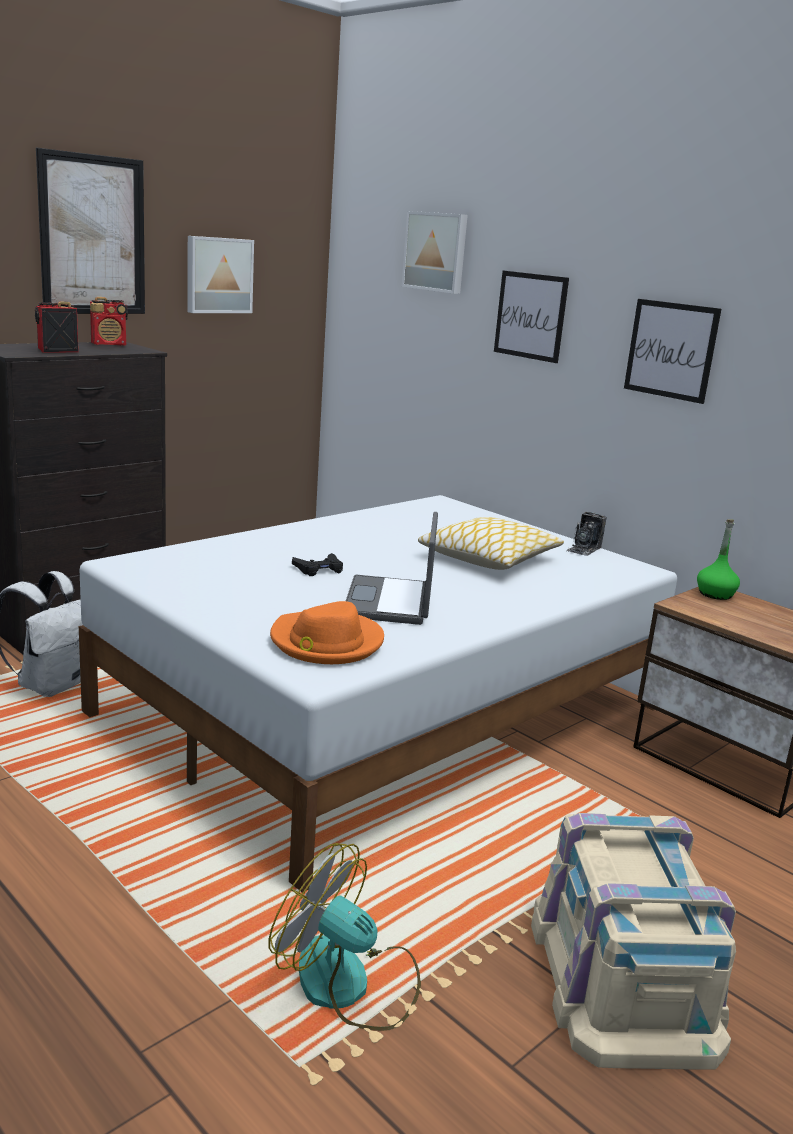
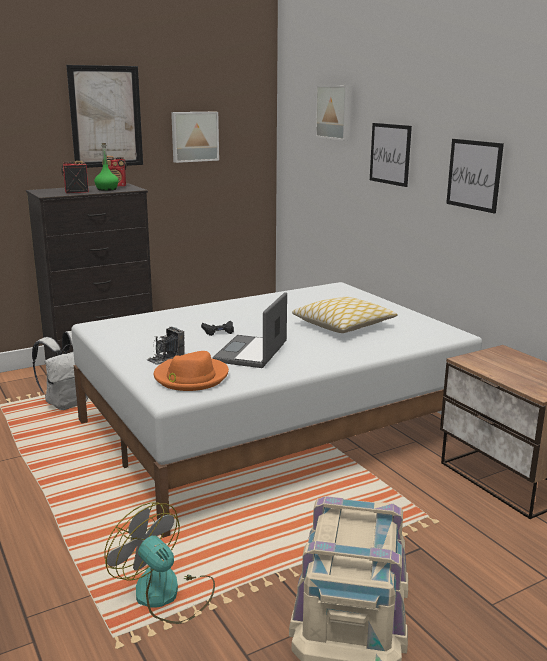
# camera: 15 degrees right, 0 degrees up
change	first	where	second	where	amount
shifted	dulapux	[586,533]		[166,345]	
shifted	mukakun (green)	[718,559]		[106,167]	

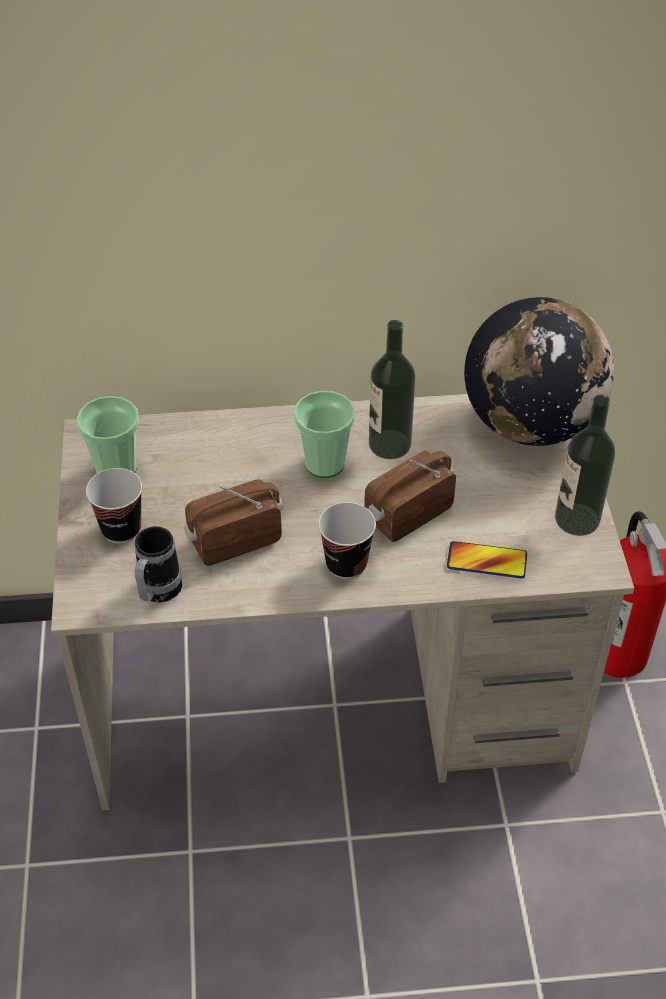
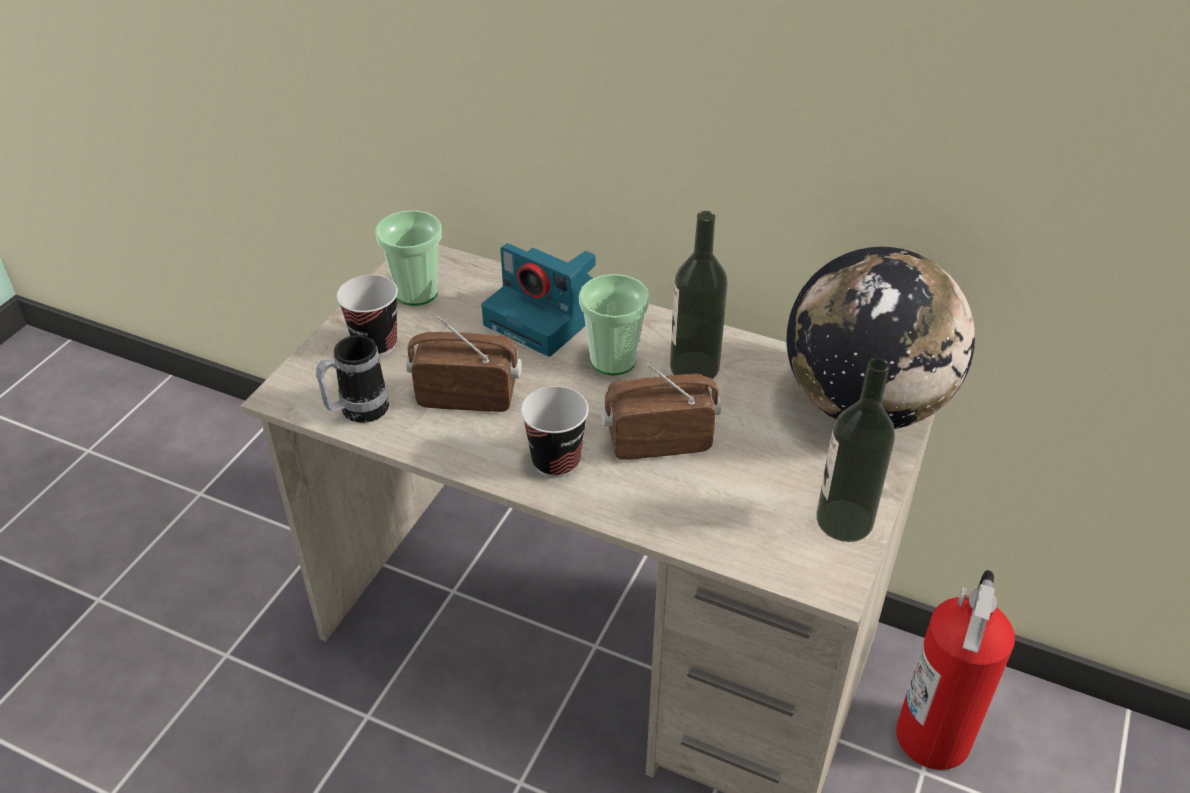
# camera: 30 degrees right, 5 degrees down
change	first	where	second	where	amount
gone	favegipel	[487,560]			
new			dulapux	[538,299]	

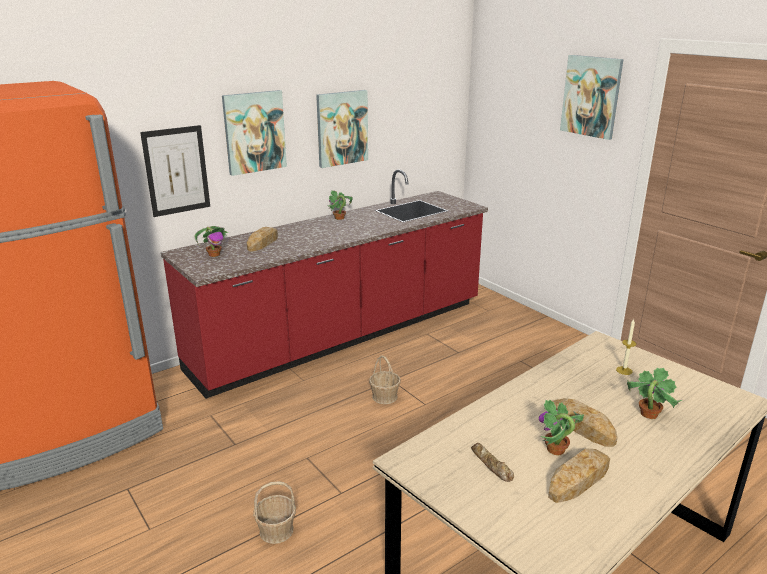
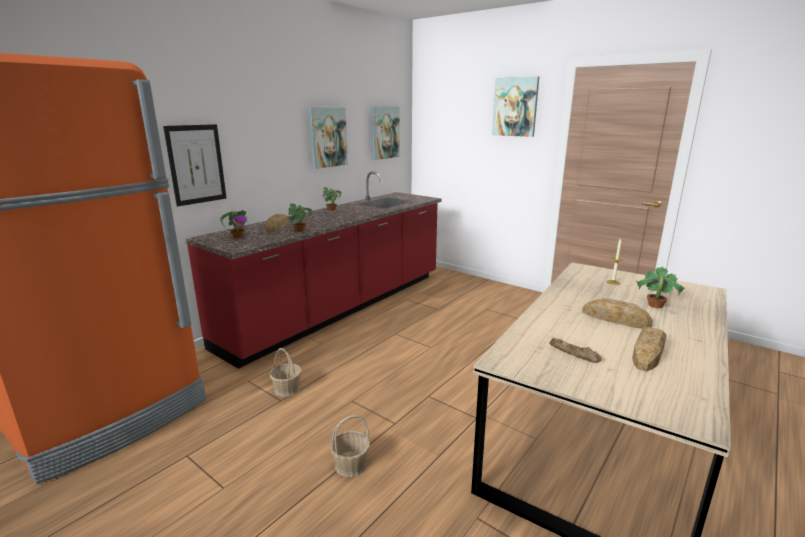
# camera: 15 degrees left, 5 degrees down
change	first	where	second	where	amount
shifted	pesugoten	[254,133]		[385,133]	
shifted	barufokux	[385,379]		[285,372]	
shifted	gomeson	[561,427]		[299,217]	

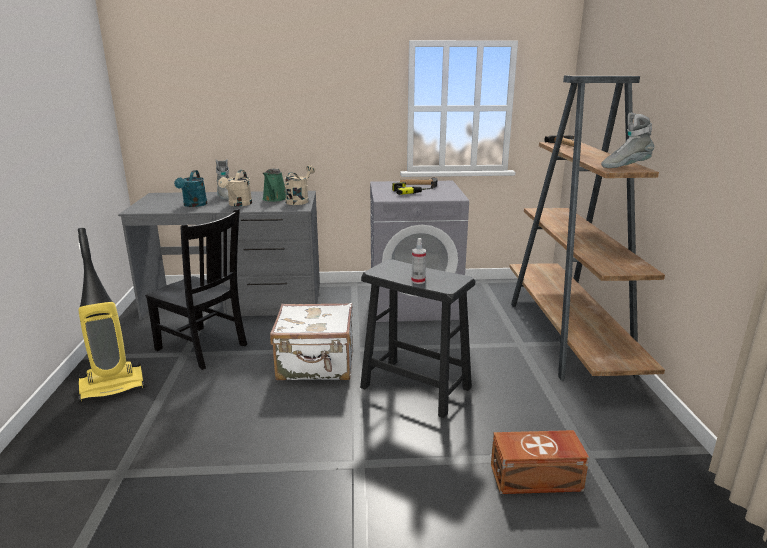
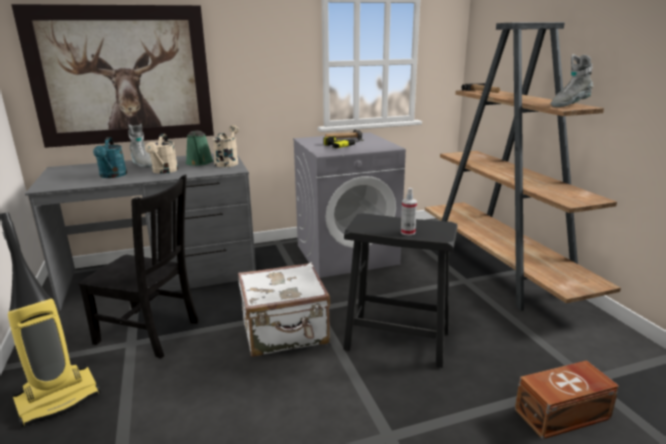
# camera: 15 degrees left, 0 degrees up
change	first	where	second	where	amount
new			pesugoten	[112,76]	

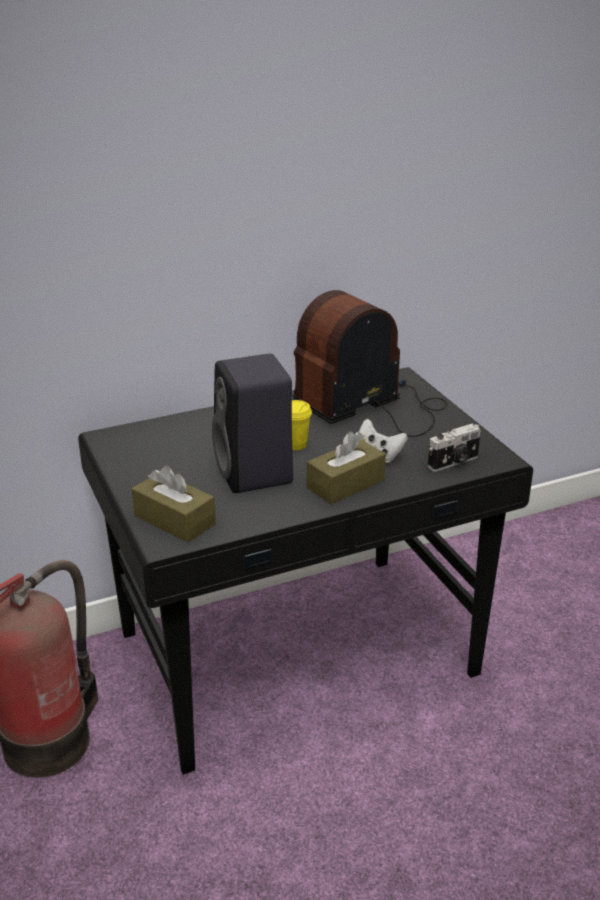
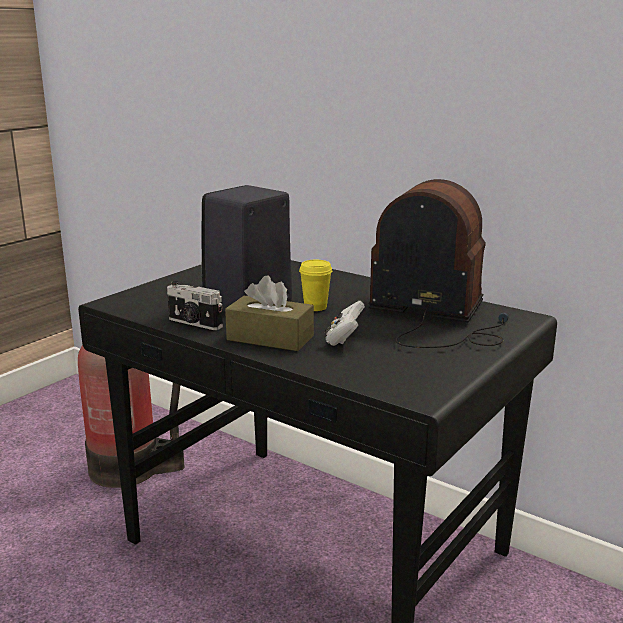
# camera: 60 degrees right, 10 degrees down
change	first	where	second	where	amount
gone	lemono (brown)	[174,504]			
shifted	dulapux	[454,448]		[195,305]	

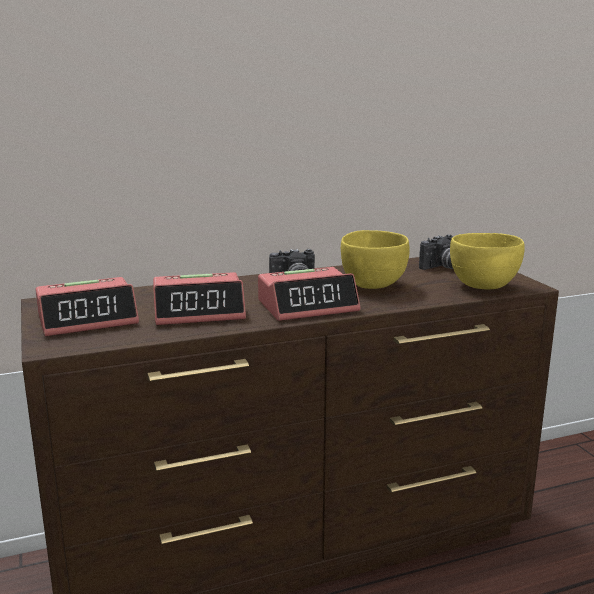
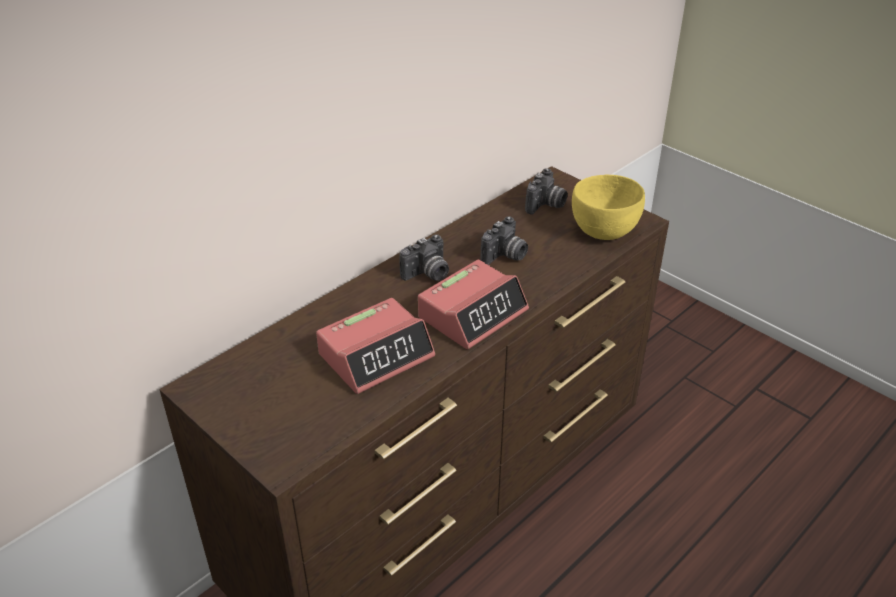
# camera: 25 degrees left, 20 degrees up
change	first	where	second	where	amount
gone	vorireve	[87,306]			
swapped	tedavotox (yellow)	[375,259]	dulapux	[504,240]	

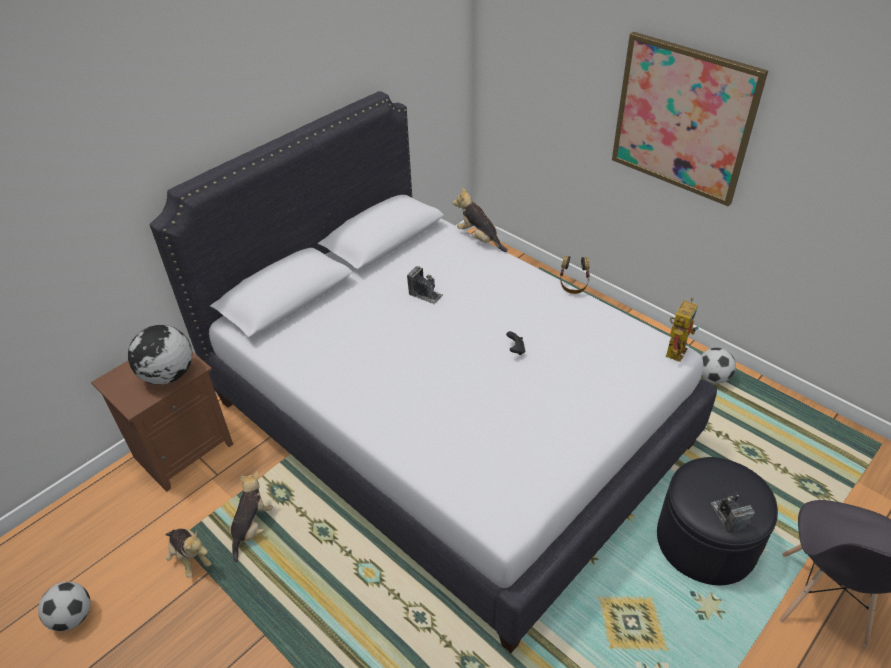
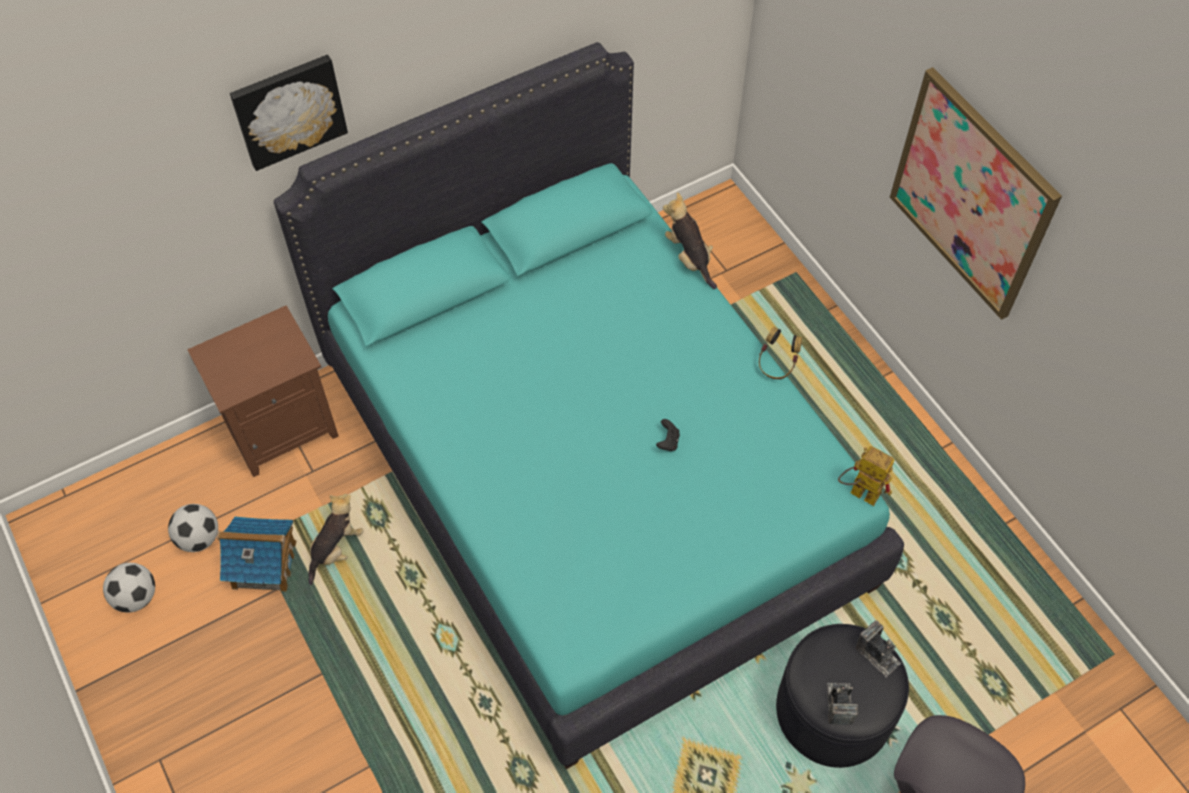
# camera: 15 degrees right, 15 degrees up
change	first	where	second	where	amount
gone	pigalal	[160,355]			
new			pesugoten	[289,112]	
shifted	dulapux	[425,285]		[878,649]	
shifted	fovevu	[718,366]		[193,528]	
swapped	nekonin	[188,553]	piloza	[256,554]	
repainted	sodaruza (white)	[433,372]	sodaruza (turquoise)	[589,405]	
rotated	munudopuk	[682,329]		[866,476]	105 degrees counterclockwise

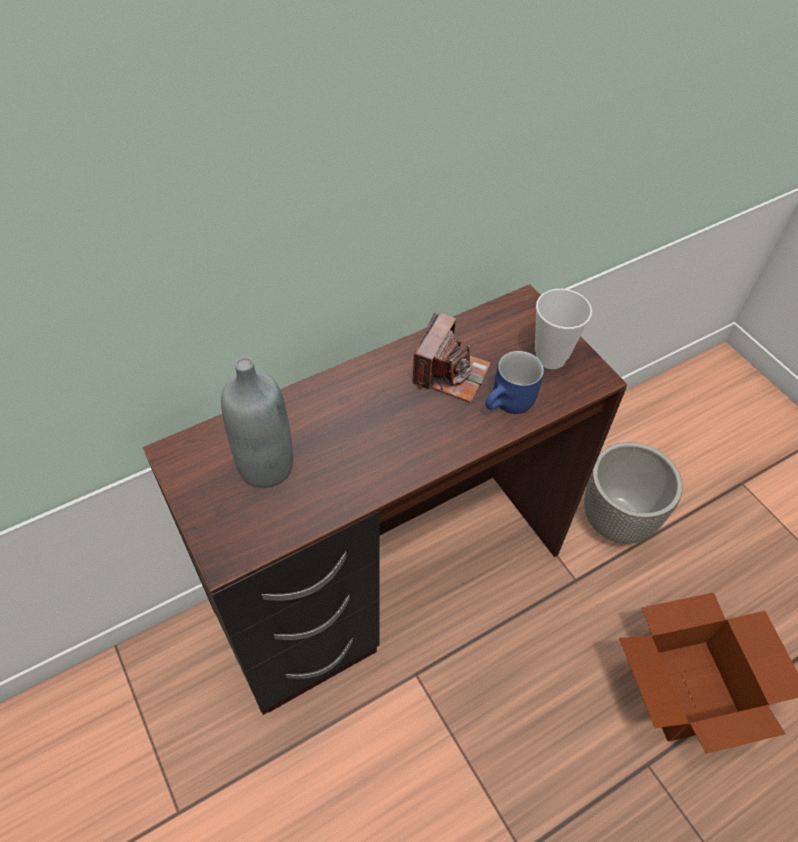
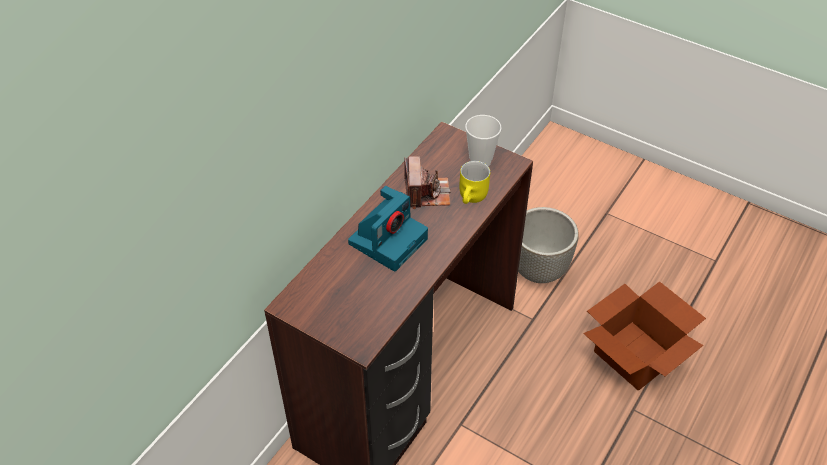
# camera: 25 degrees left, 5 degrees down
change	first	where	second	where	amount
gone	mukakun (grey)	[257,422]			
new			dulapux	[388,229]	
repainted	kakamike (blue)	[514,382]	kakamike (yellow)	[474,182]	

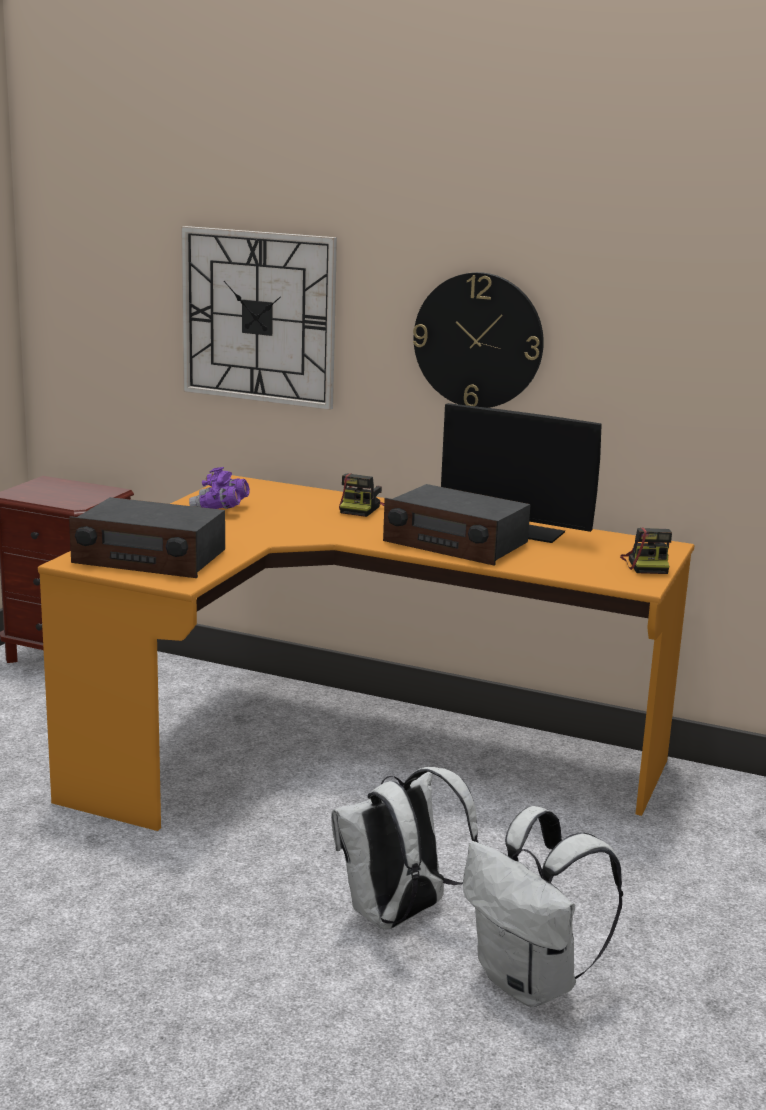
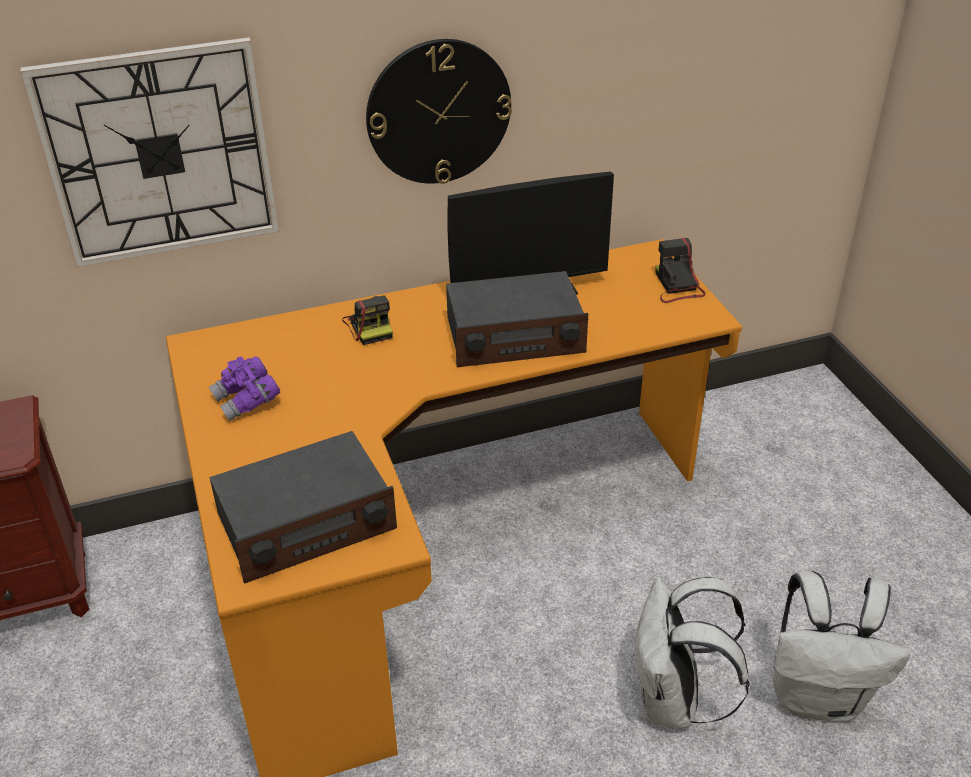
# camera: 40 degrees left, 20 degrees up
change	first	where	second	where	amount
rotated	dulapux	[646,550]		[680,270]	150 degrees counterclockwise

